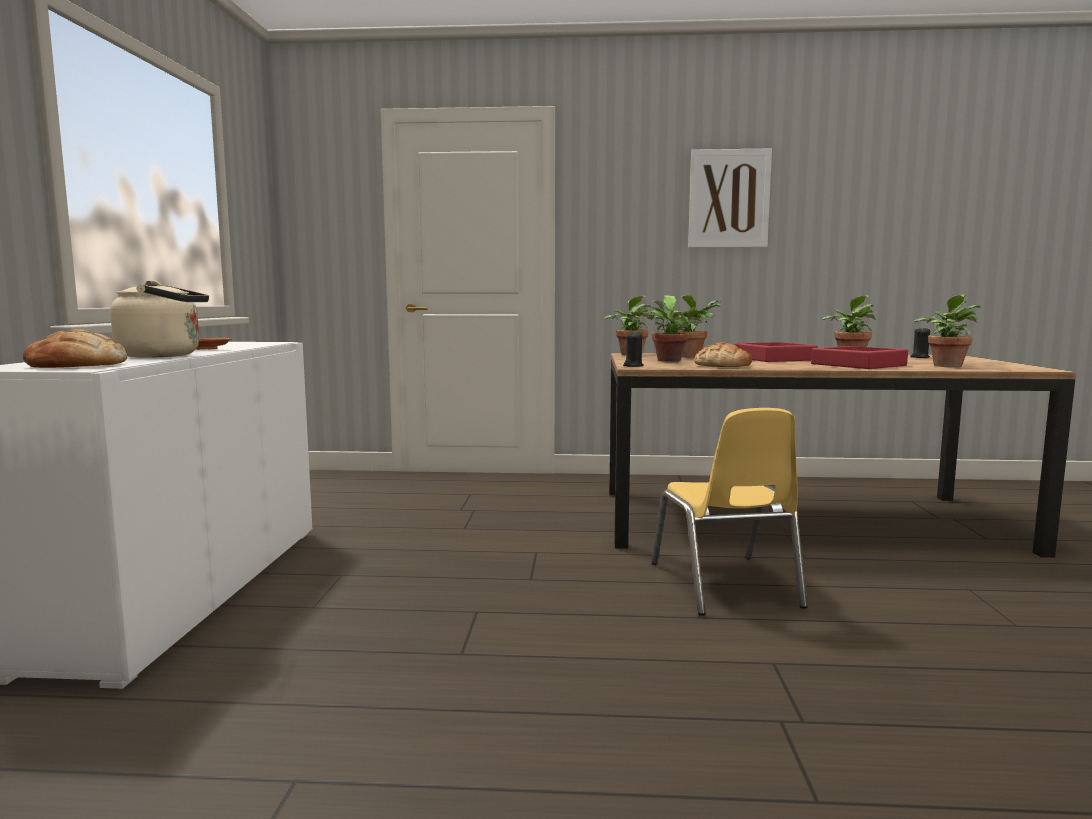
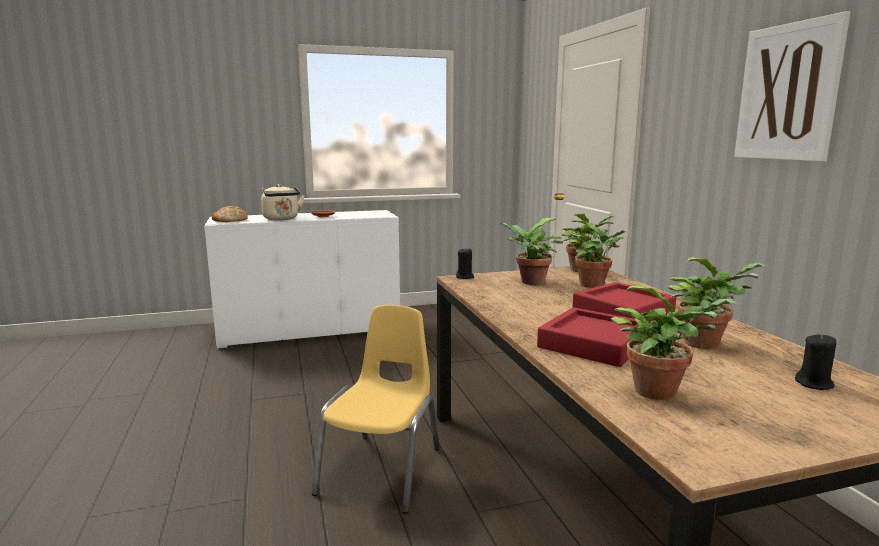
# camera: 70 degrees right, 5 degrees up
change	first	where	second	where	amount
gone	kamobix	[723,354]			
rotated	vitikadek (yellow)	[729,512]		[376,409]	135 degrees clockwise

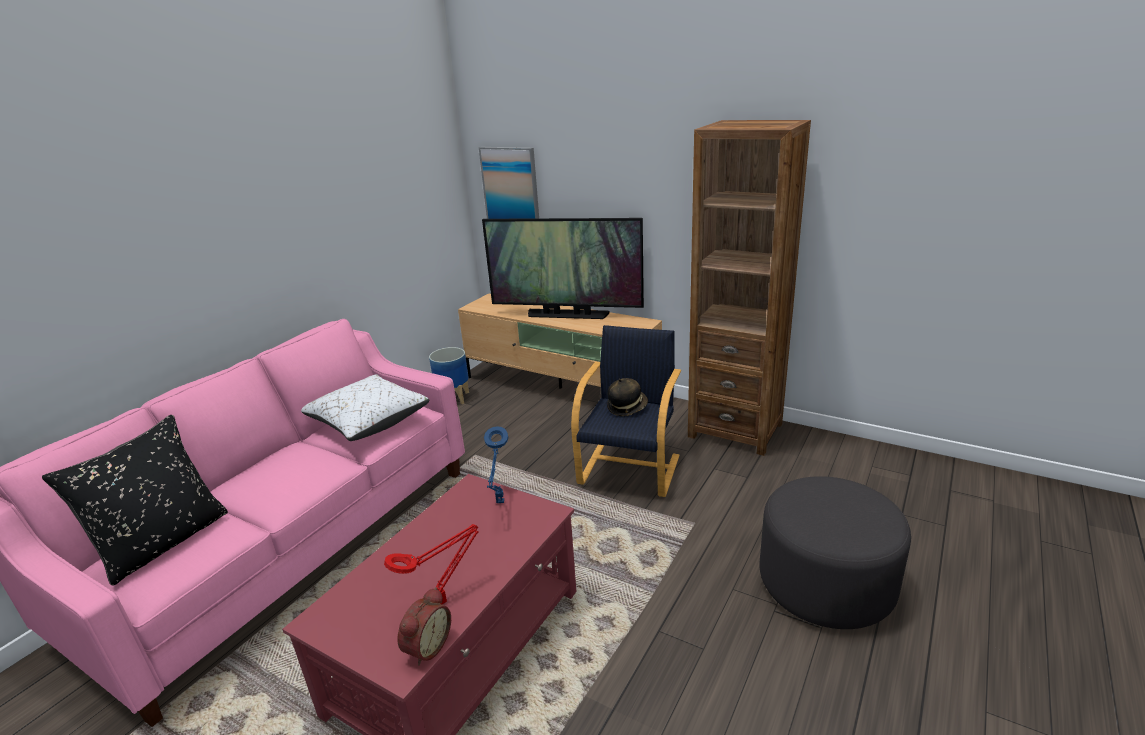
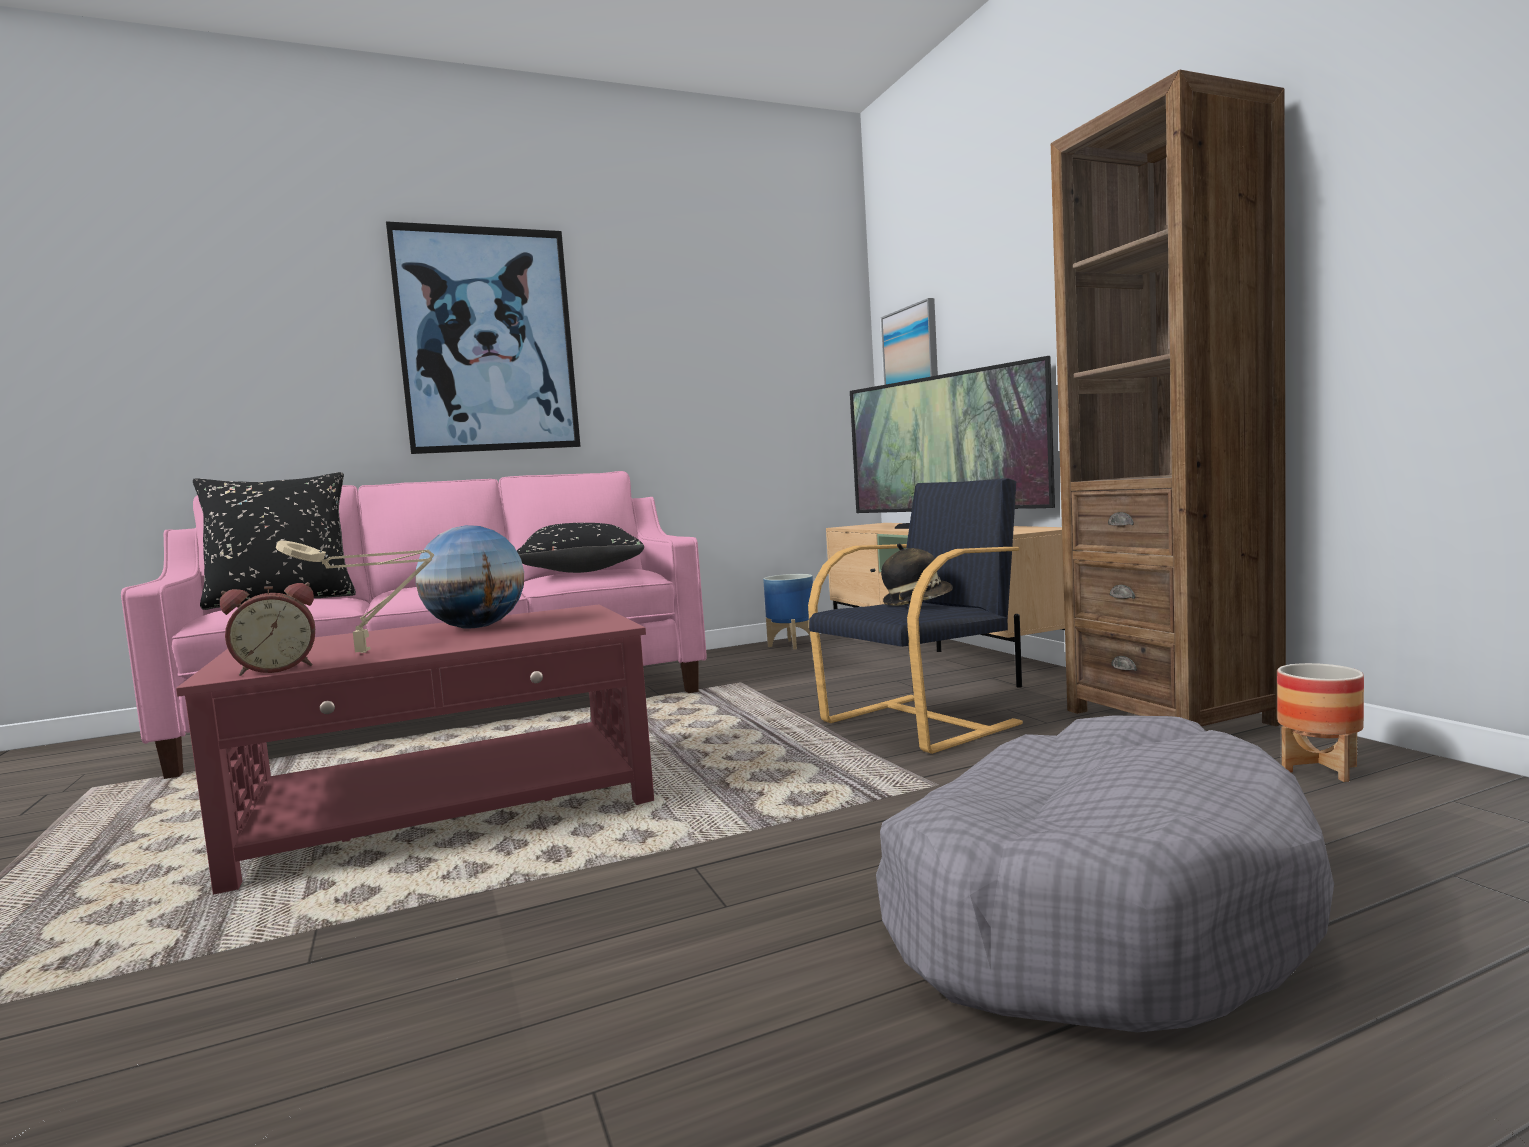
# camera: 35 degrees right, 20 degrees down
change	first	where	second	where	amount
gone	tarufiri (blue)	[496,464]			
new			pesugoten	[483,337]	
new			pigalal	[469,577]	
new			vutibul	[1320,722]	
swapped	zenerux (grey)	[835,552]	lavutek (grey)	[1105,874]	
repainted	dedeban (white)	[365,407]	dedeban (black)	[580,548]	
repainted	tarufiri (red)	[431,564]	tarufiri (beige)	[355,597]	

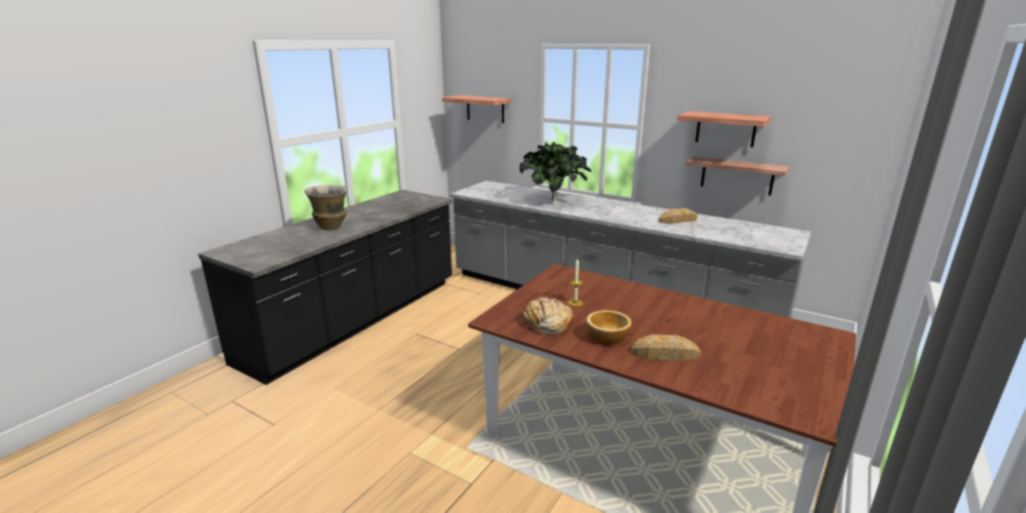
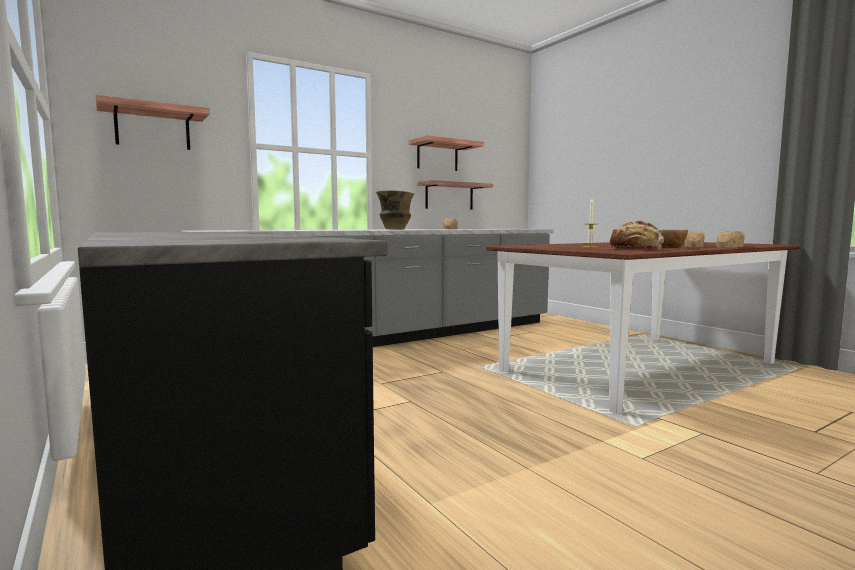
# camera: 65 degrees left, 15 degrees down
change	first	where	second	where	amount
gone	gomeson	[555,171]			
new			kamobix	[730,239]	
shifted	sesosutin	[326,207]		[395,209]	

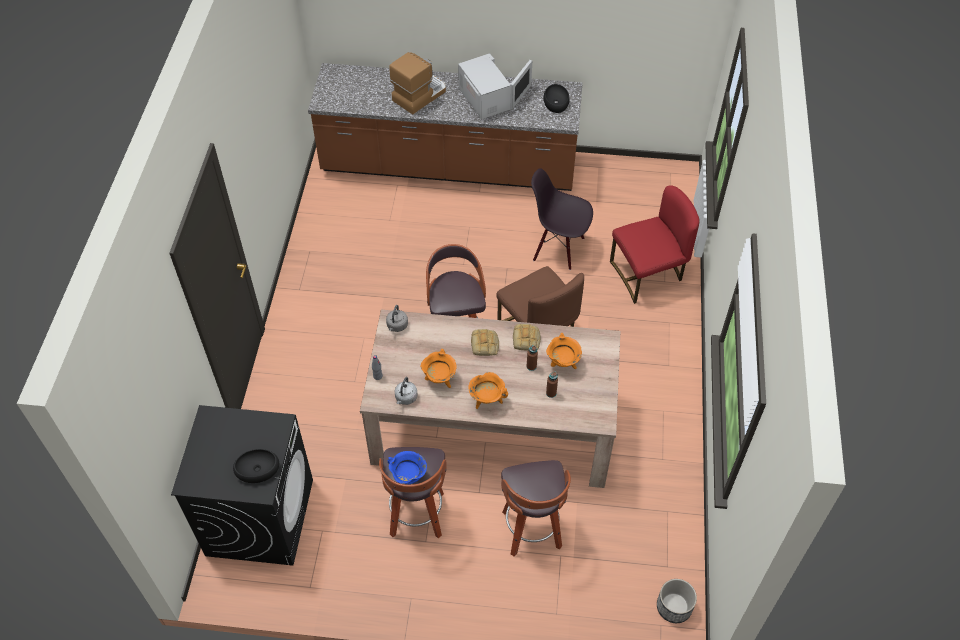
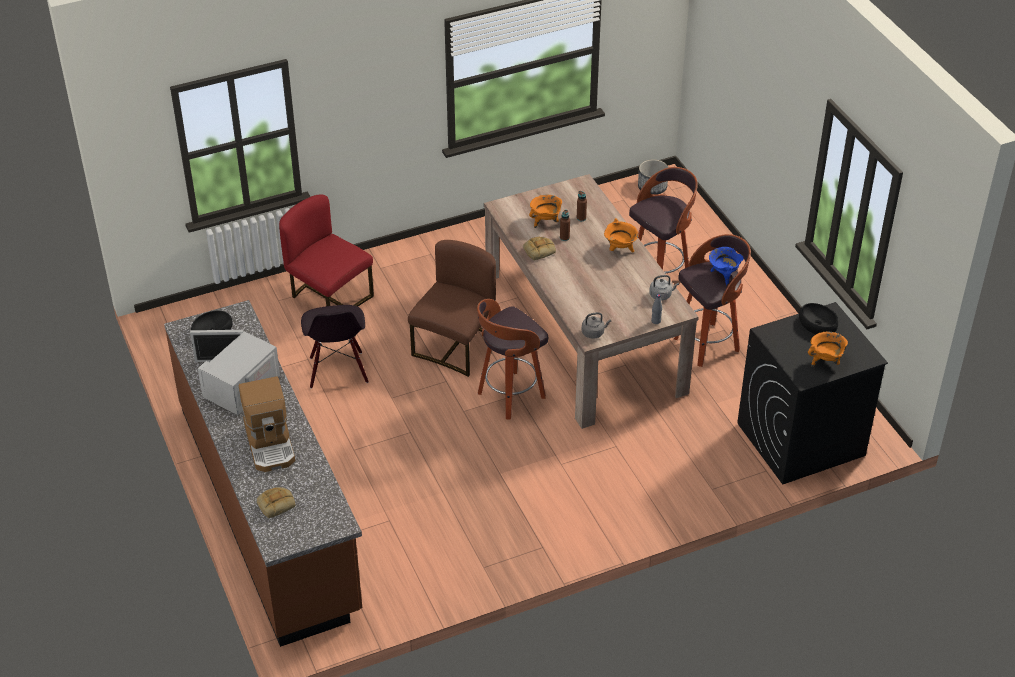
# camera: 120 degrees left, 10 degrees down
change	first	where	second	where	amount
shifted	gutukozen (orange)	[439,368]		[828,349]	
shifted	kamobix	[485,342]		[276,502]	
rotated	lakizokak	[417,83]		[267,424]	120 degrees counterclockwise

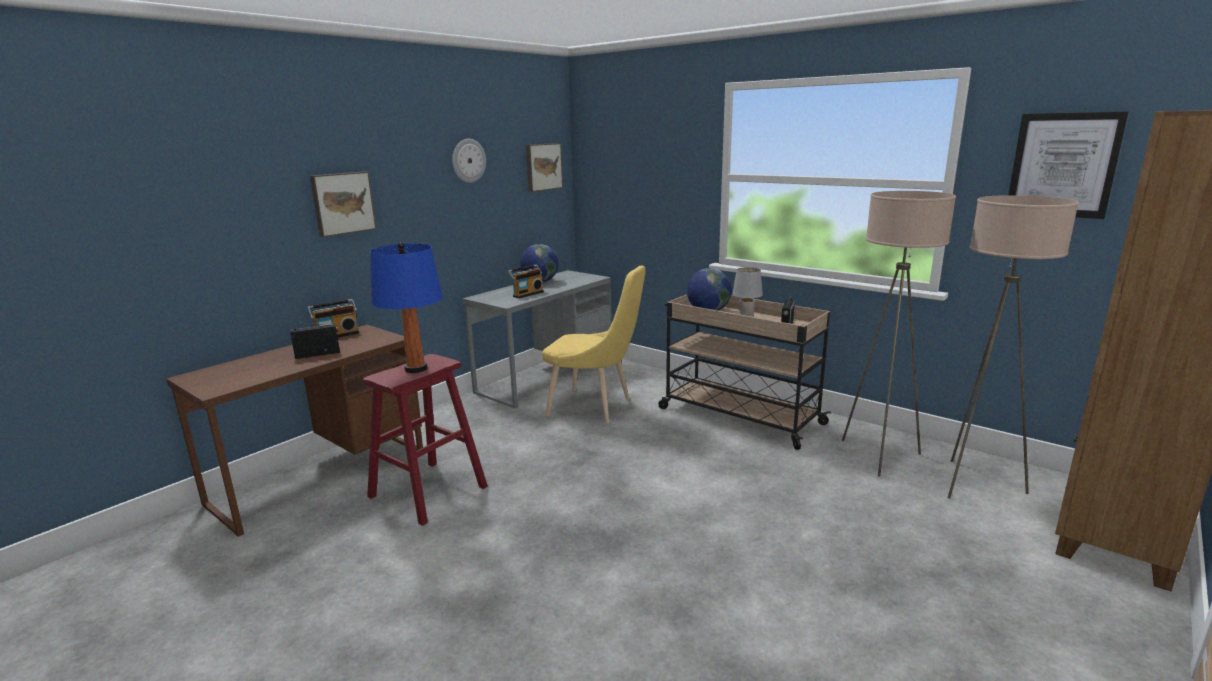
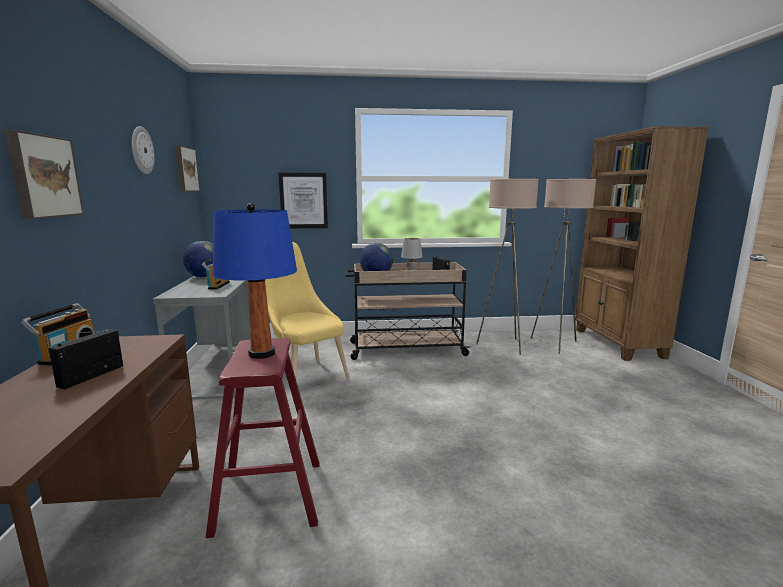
# camera: 45 degrees left, 5 degrees down
change	first	where	second	where	amount
shifted	pesugoten	[1068,165]		[303,200]	
rotated	vitikadek (yellow)	[594,344]		[307,310]	105 degrees counterclockwise

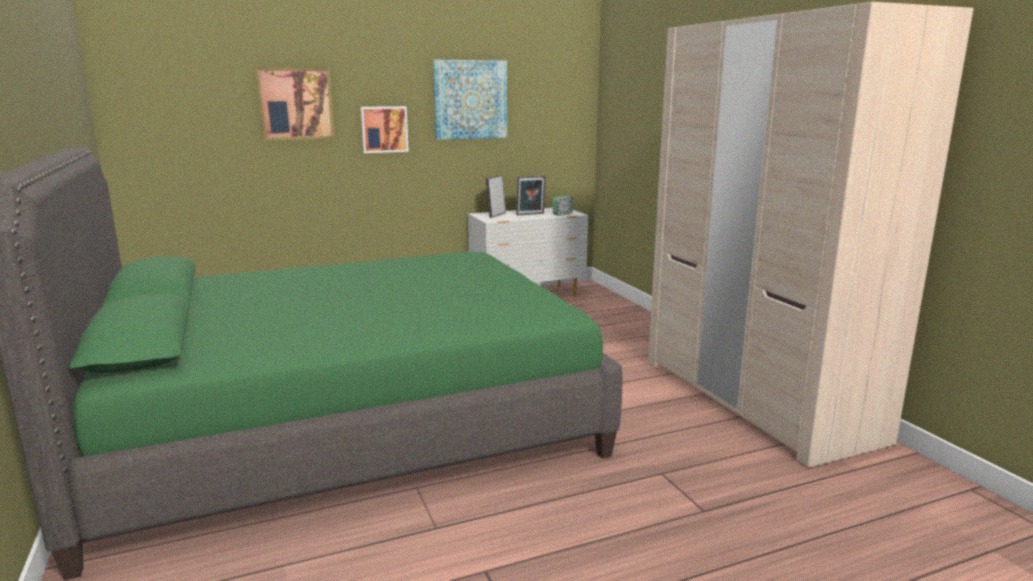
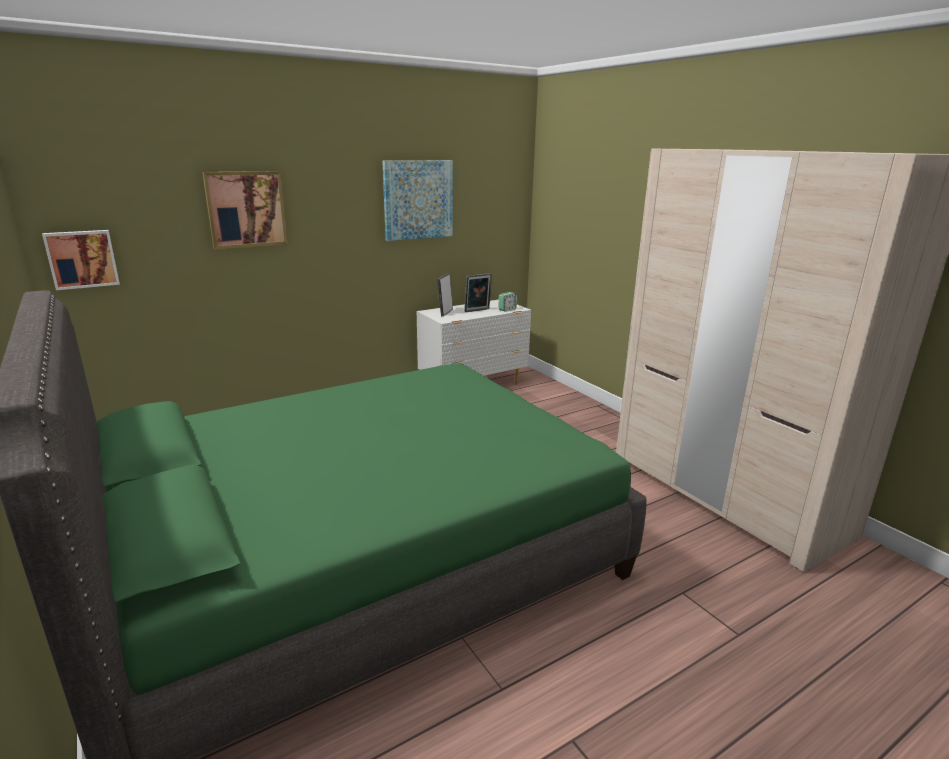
# camera: 10 degrees left, 5 degrees up
change	first	where	second	where	amount
shifted	pesugoten	[384,129]		[81,260]	

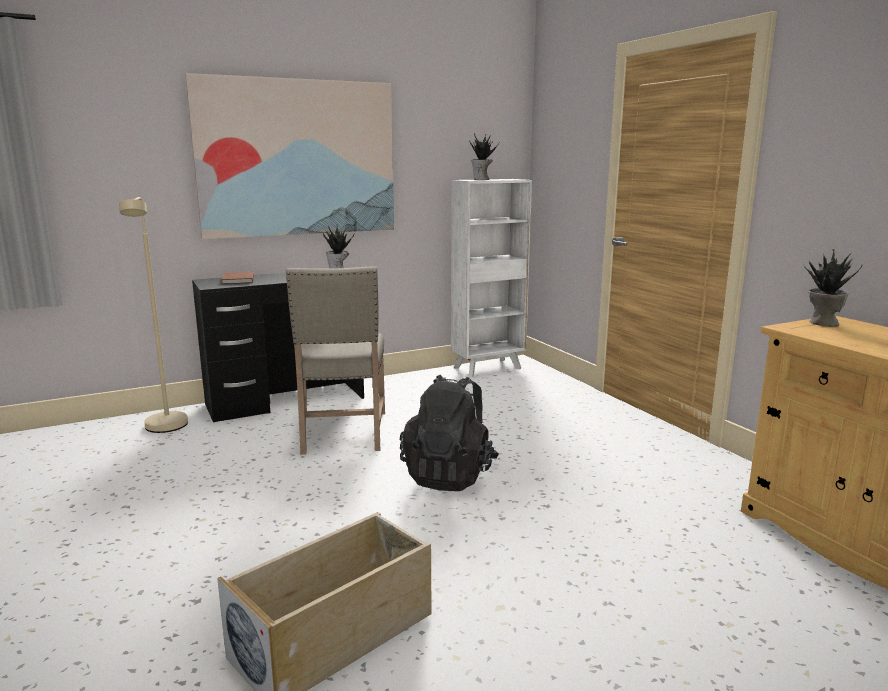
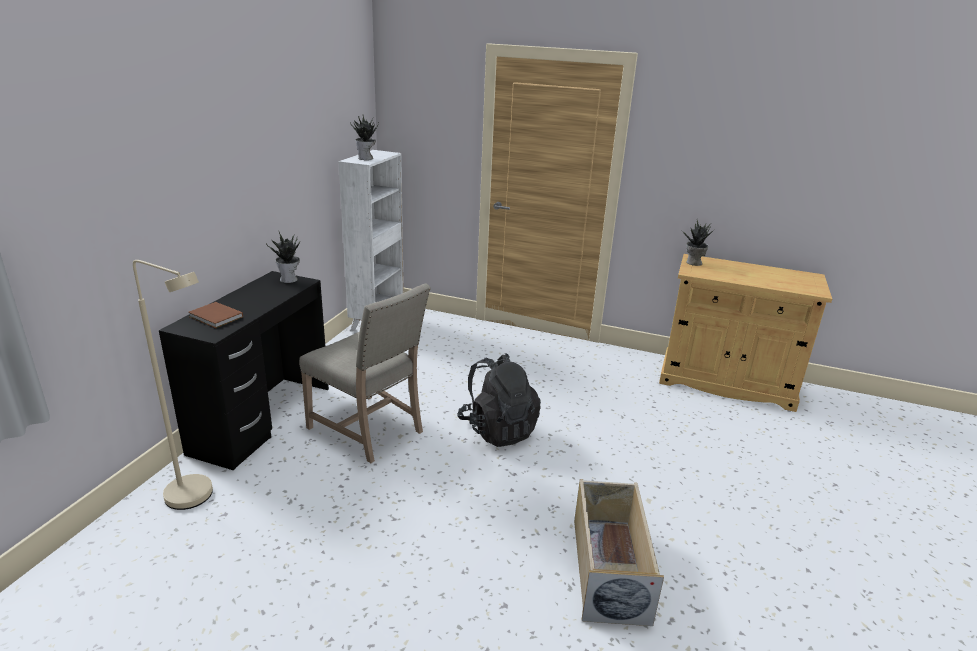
# camera: 45 degrees left, 10 degrees up
change	first	where	second	where	amount
gone	pesugoten	[289,156]			

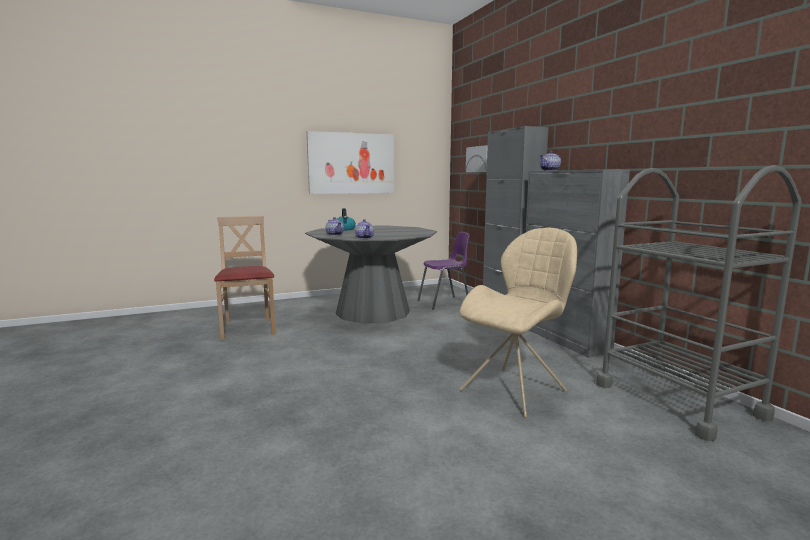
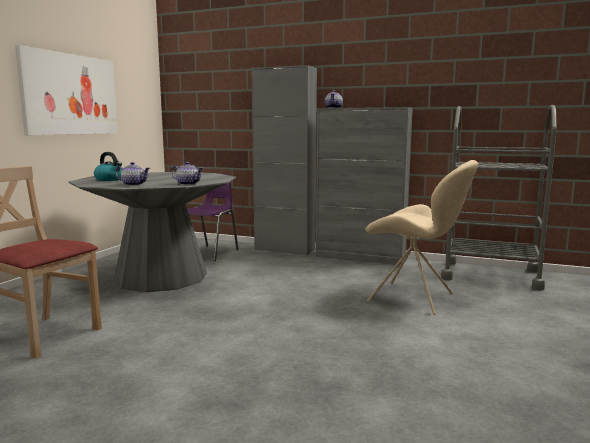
# camera: 45 degrees left, 0 degrees up
change	first	where	second	where	amount
gone	pesugoten	[477,158]			
rotated	vitikadek (beige)	[518,322]		[422,237]	120 degrees clockwise

